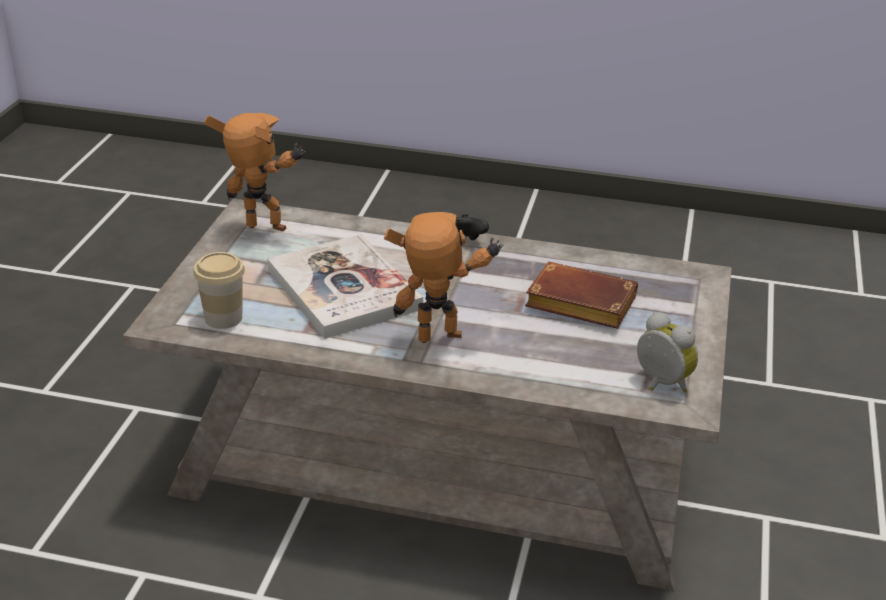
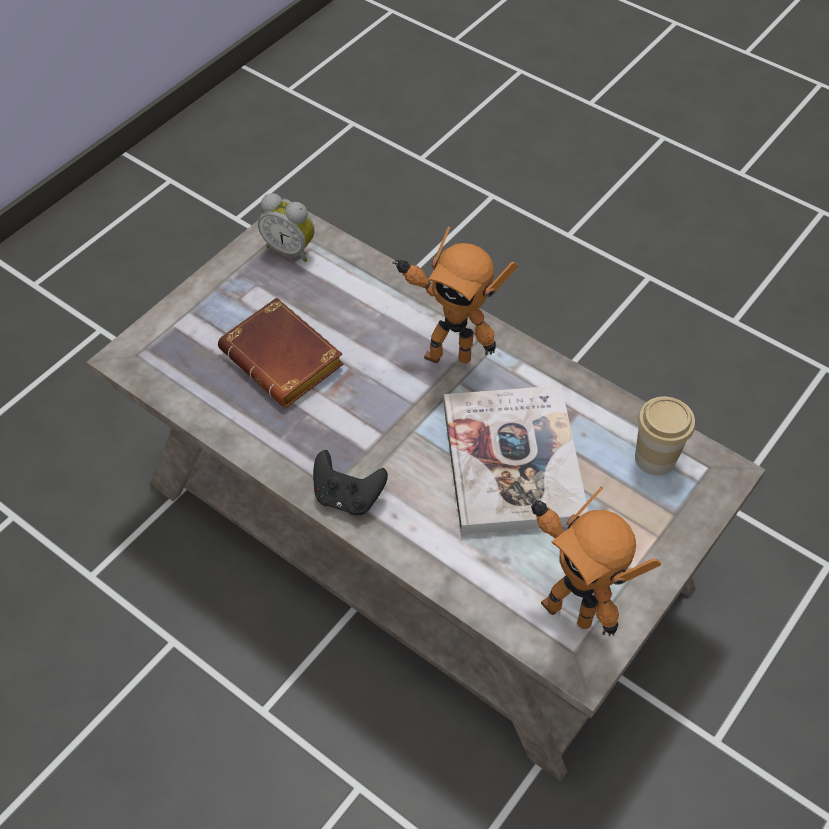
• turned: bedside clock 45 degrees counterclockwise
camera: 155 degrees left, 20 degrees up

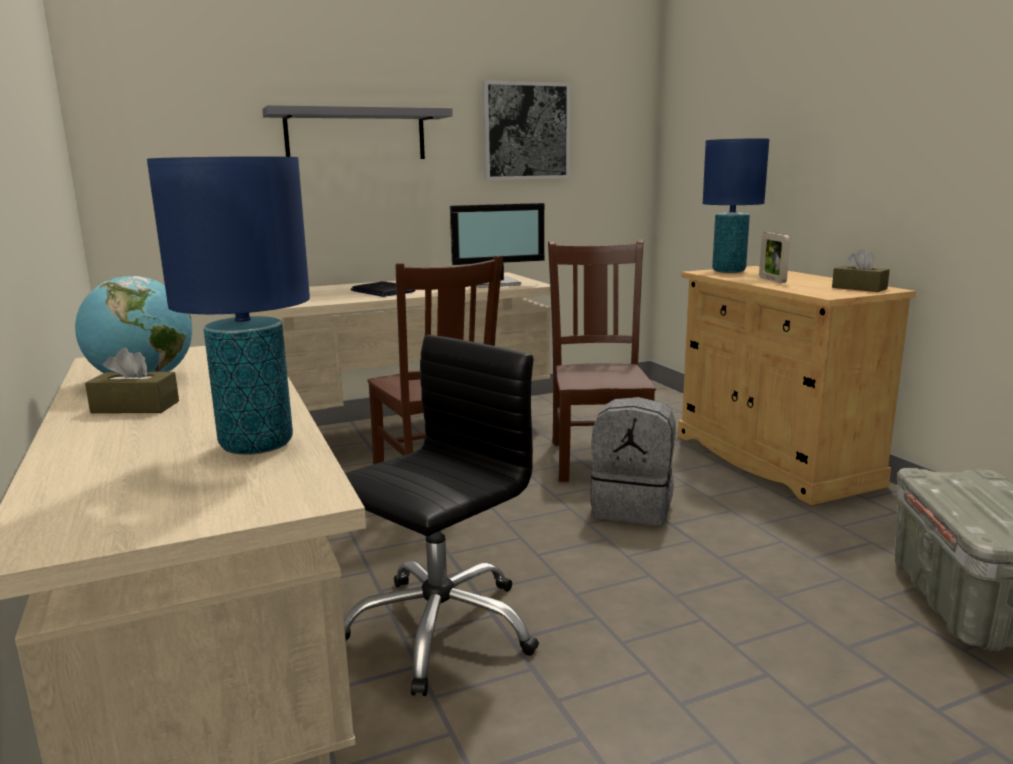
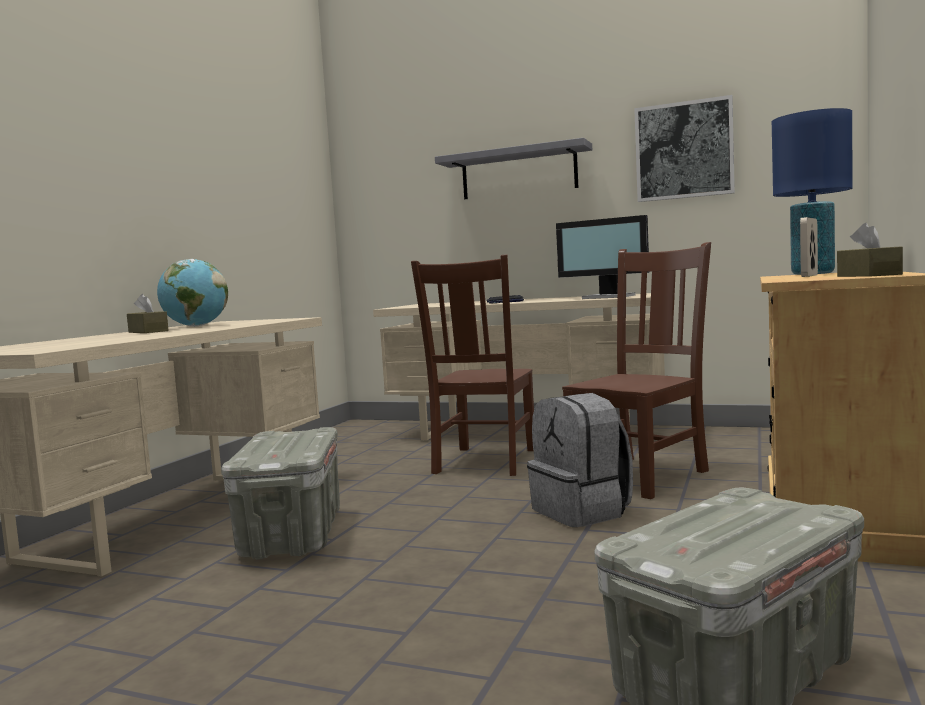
• replaced: blackish computer chair to gray storage bin (1st from left)
• removed: blue tabletop lamp (1st from left)
camera: 45 degrees right, 10 degrees down

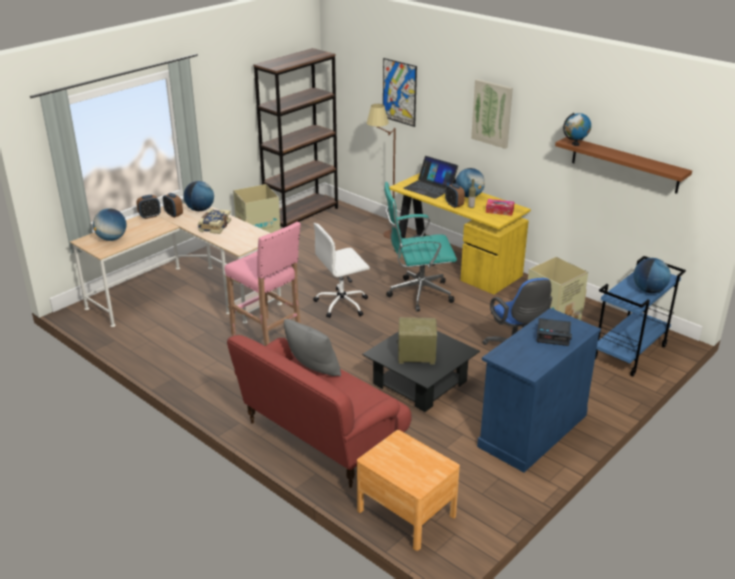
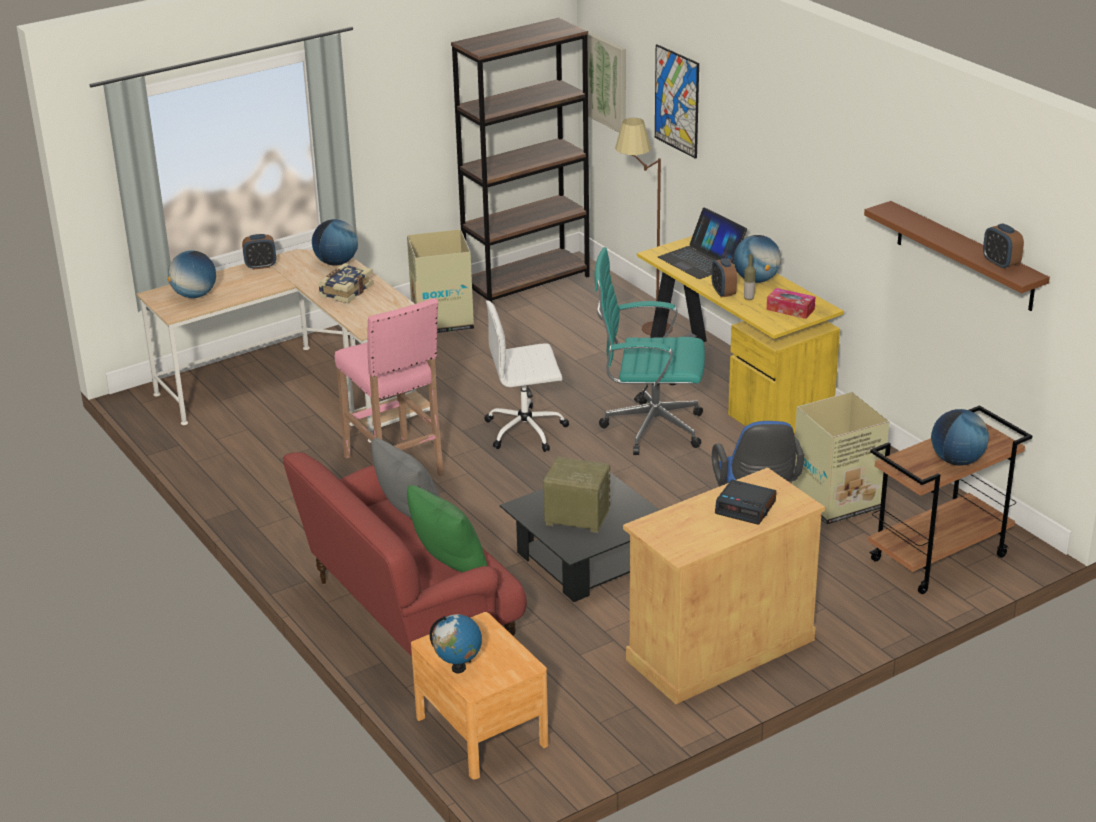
• added: green-coloured cushion
• moved: desk globe (4th from left in the first image) to desk globe (3rd from left)
• moved: picture (2nd from left in the first image) to picture (1st from left)
• recoloured: blue cupboard to beige-coloured cupboard
• recoloured: blue trolley to brown trolley
• moved: bedside clock (2nd from left in the first image) to bedside clock (4th from left)
camera: 15 degrees right, 0 degrees up

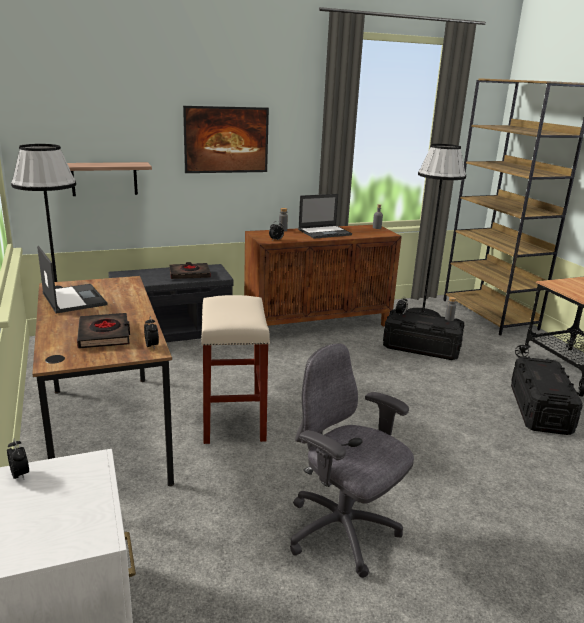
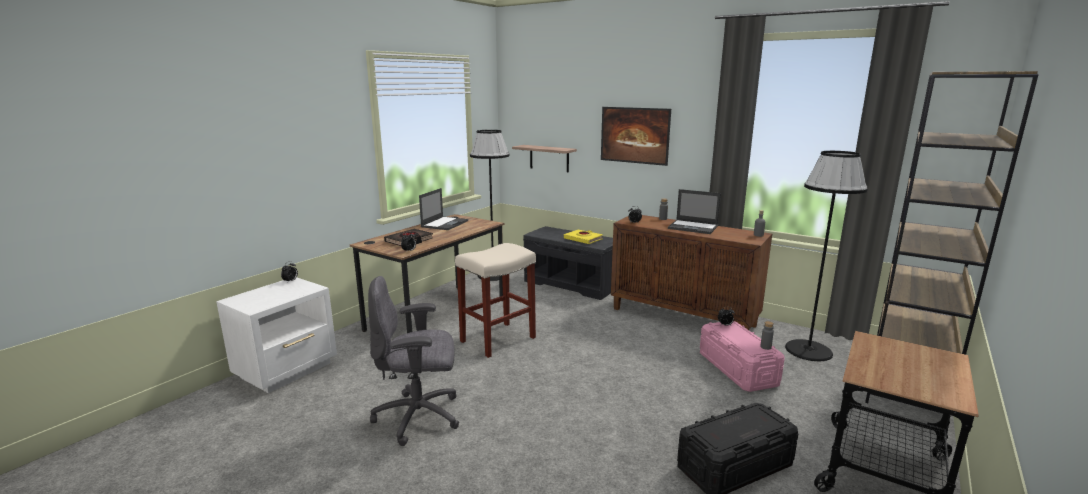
• turned: gray computer chair 105 degrees counterclockwise
• recoloured: blackish volume (2nd from left) to yellow-coloured volume
• recoloured: blackish storage bin (1st from left) to pink-coloured storage bin
camera: 55 degrees right, 5 degrees down

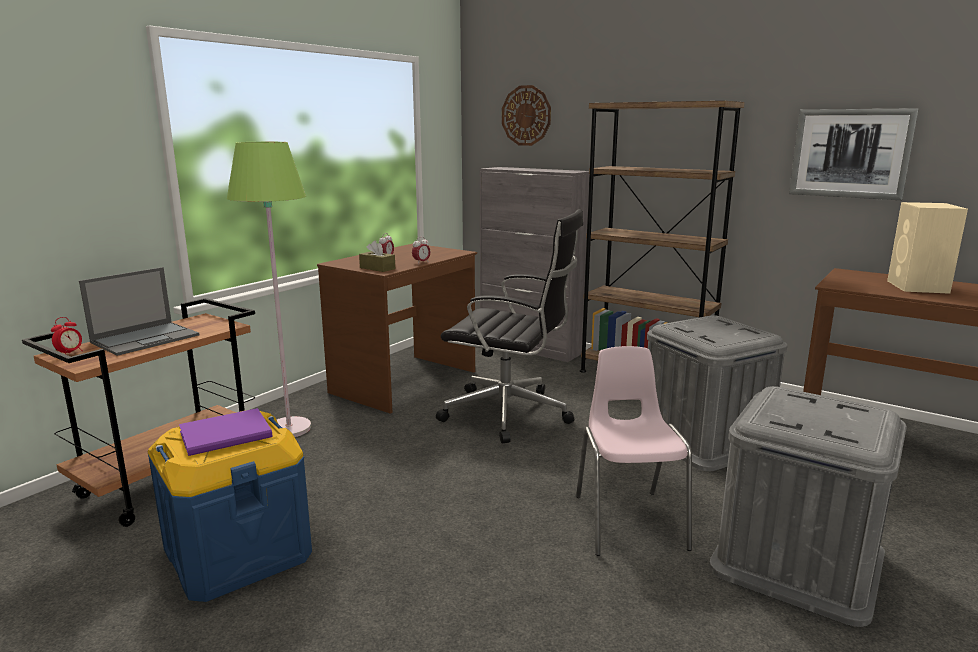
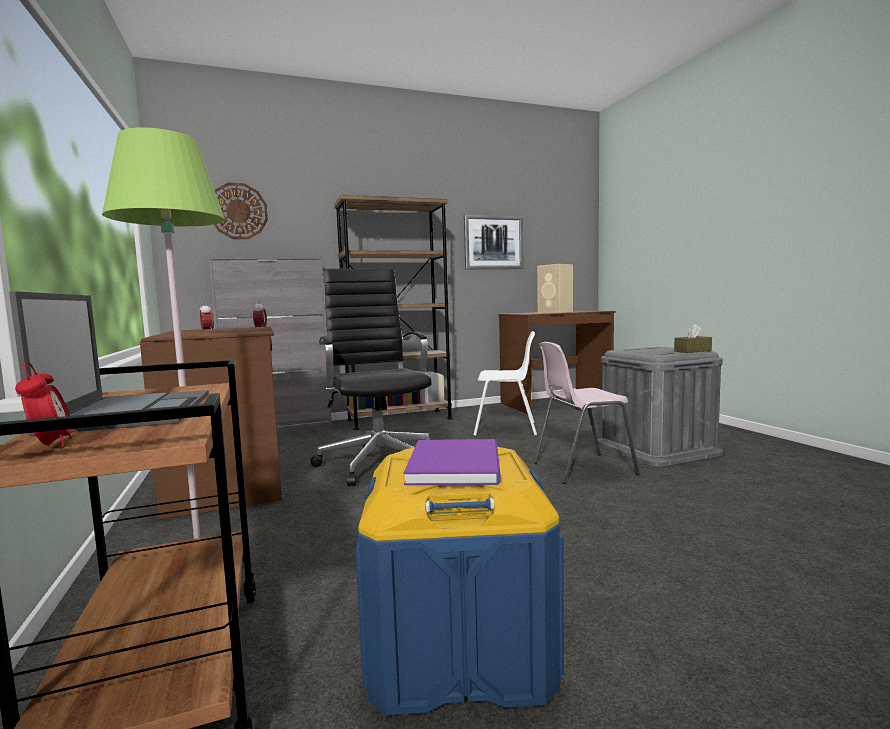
• turned: blackish computer chair 75 degrees counterclockwise
• replaced: gray storage bin (1st from left) to white plain chair
• turned: pink-coloured plain chair 45 degrees counterclockwise
• moved: brown tissue box
camera: 55 degrees left, 10 degrees down

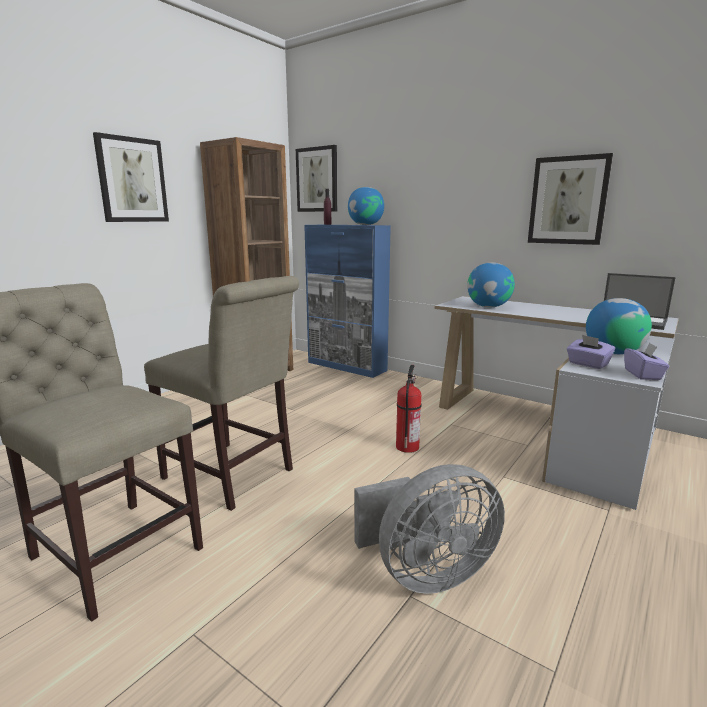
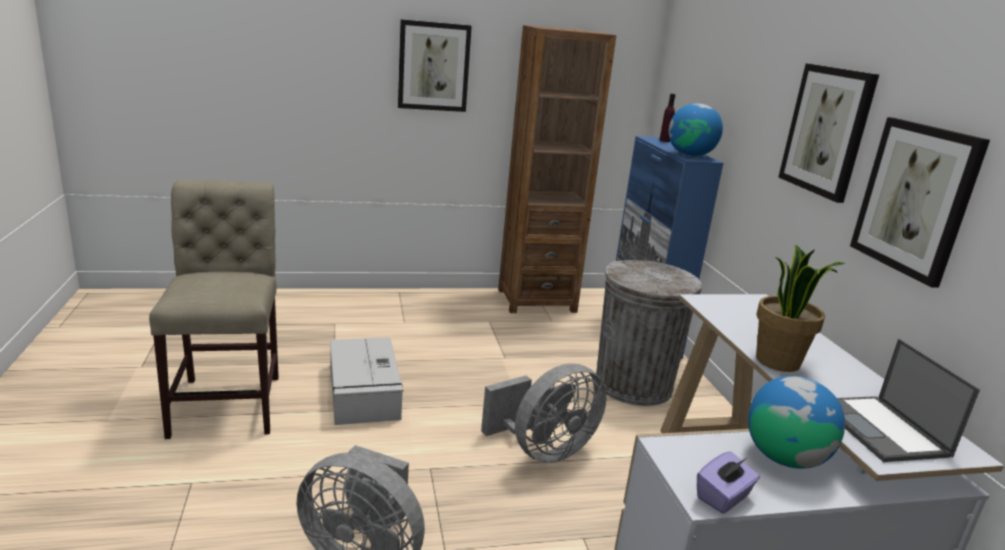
• replaced: beige-coloured plain chair (2nd from left) to gray storage bin
• replaced: fire extinguisher to gray electric fan (2nd from left)
• added: gray trash can
• added: potted plant
• moved: picture (2nd from left)
• removed: desk globe (2nd from left)
• removed: purple tissue box (1st from left)
camera: 40 degrees right, 5 degrees up

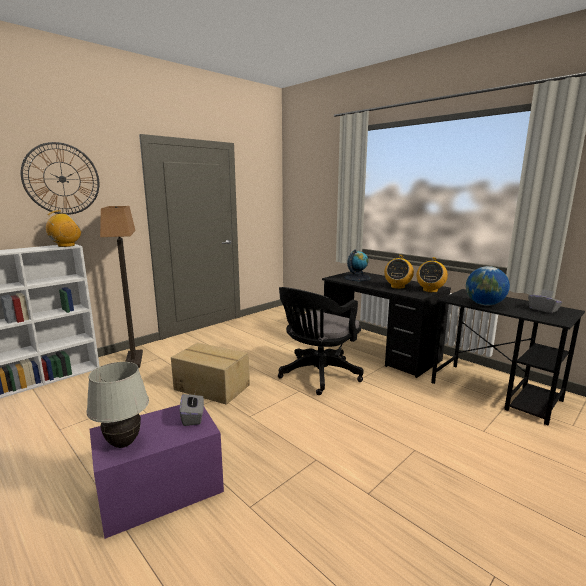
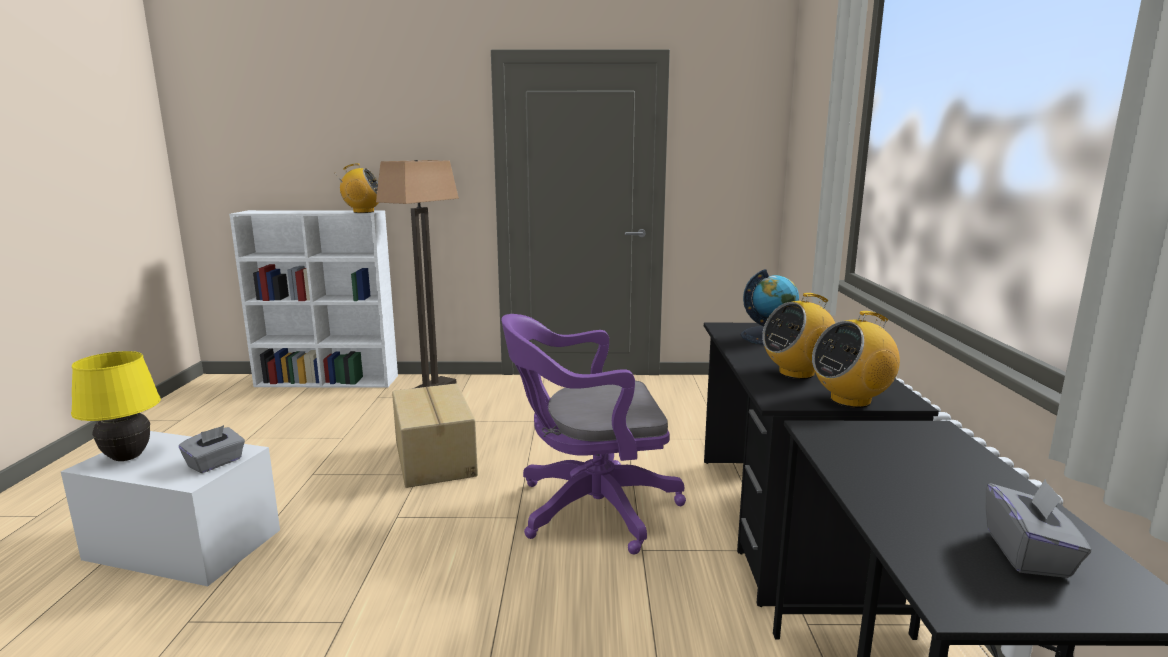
• recoloured: purple storage bin to white storage bin
• recoloured: white tabletop lamp to yellow-coloured tabletop lamp
• recoloured: blackish computer chair to purple computer chair
• removed: wall clock
• removed: desk globe (2nd from left)
camera: 45 degrees right, 0 degrees up

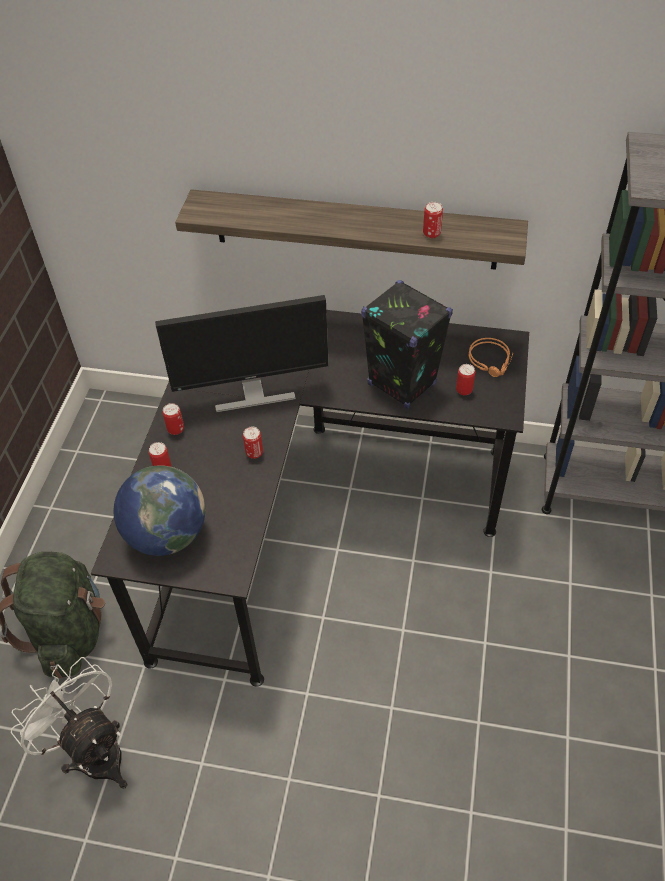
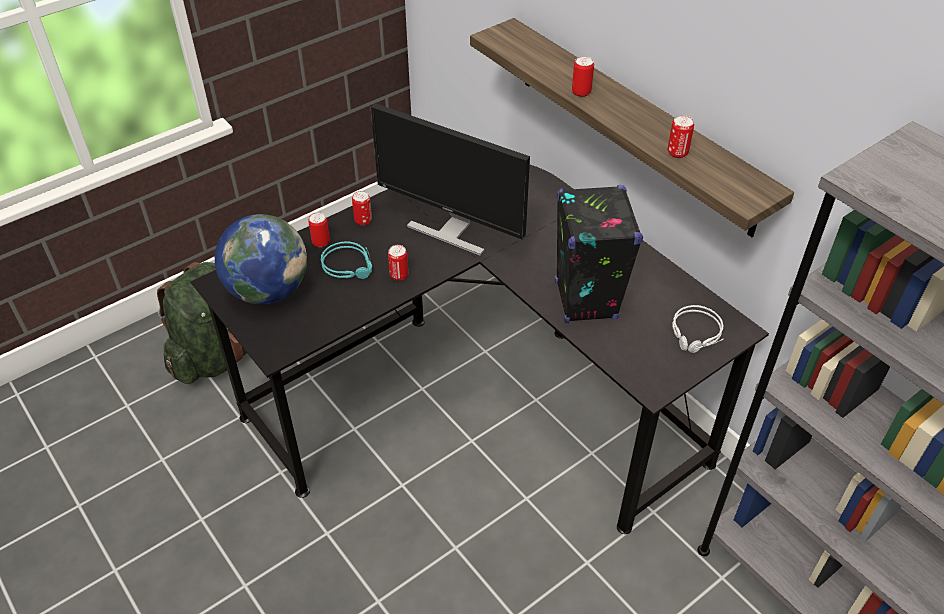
• added: blue-green headphones
• moved: metal can (5th from left in the first image) to metal can (4th from left)
• recoloured: orangey headphones to gray headphones
• removed: white electric fan
camera: 40 degrees right, 5 degrees down

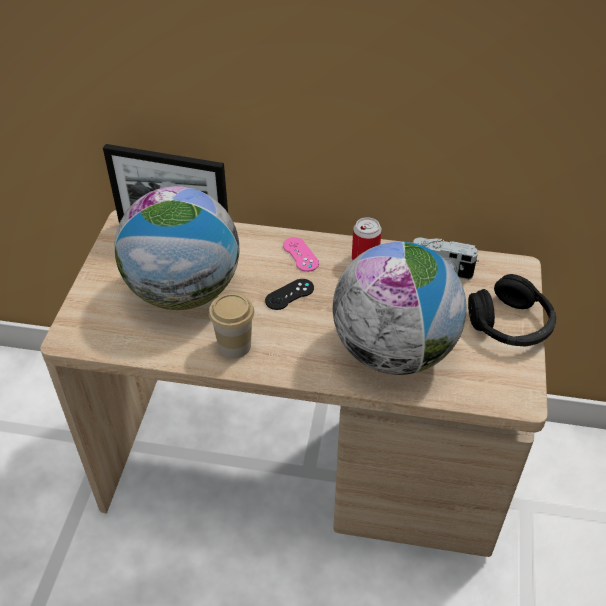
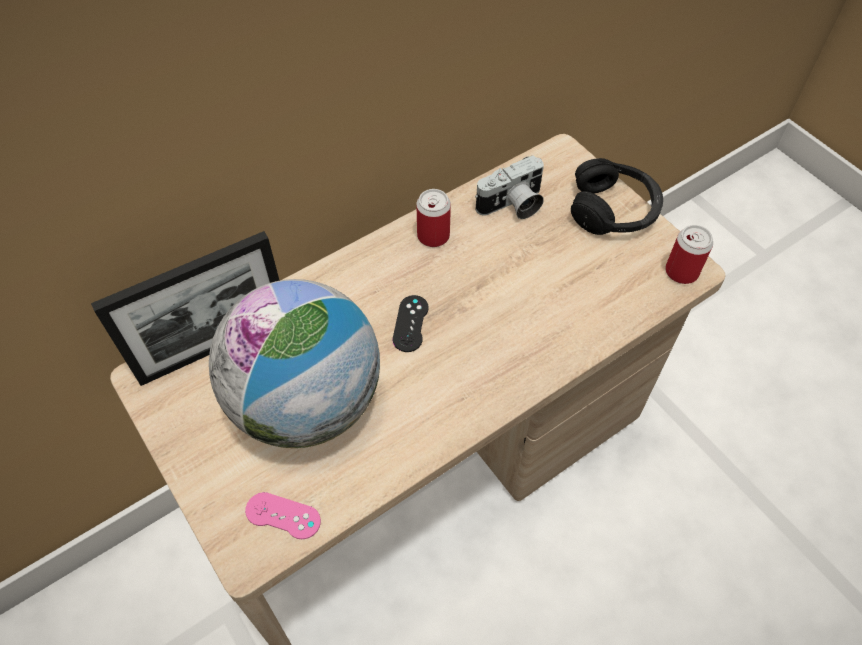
• moved: pink-coloured joypad
• added: metal can (2nd from left)
• removed: cup
• removed: desk globe (2nd from left)
camera: 45 degrees left, 10 degrees up

